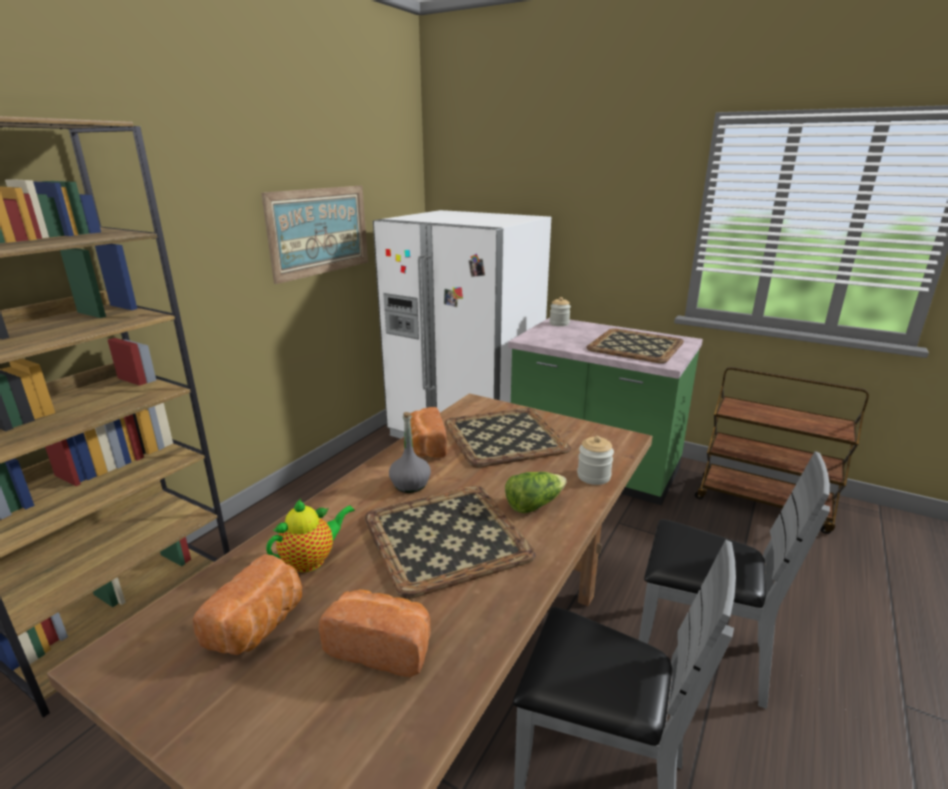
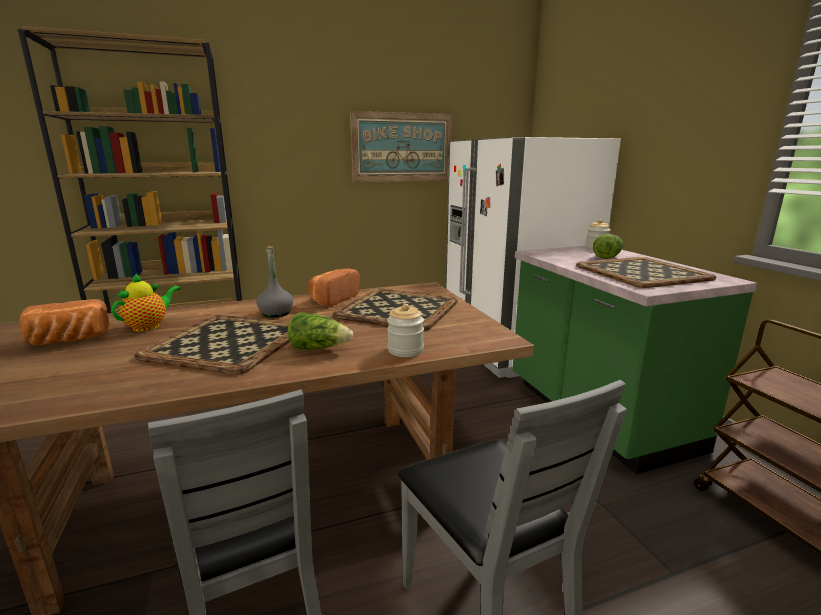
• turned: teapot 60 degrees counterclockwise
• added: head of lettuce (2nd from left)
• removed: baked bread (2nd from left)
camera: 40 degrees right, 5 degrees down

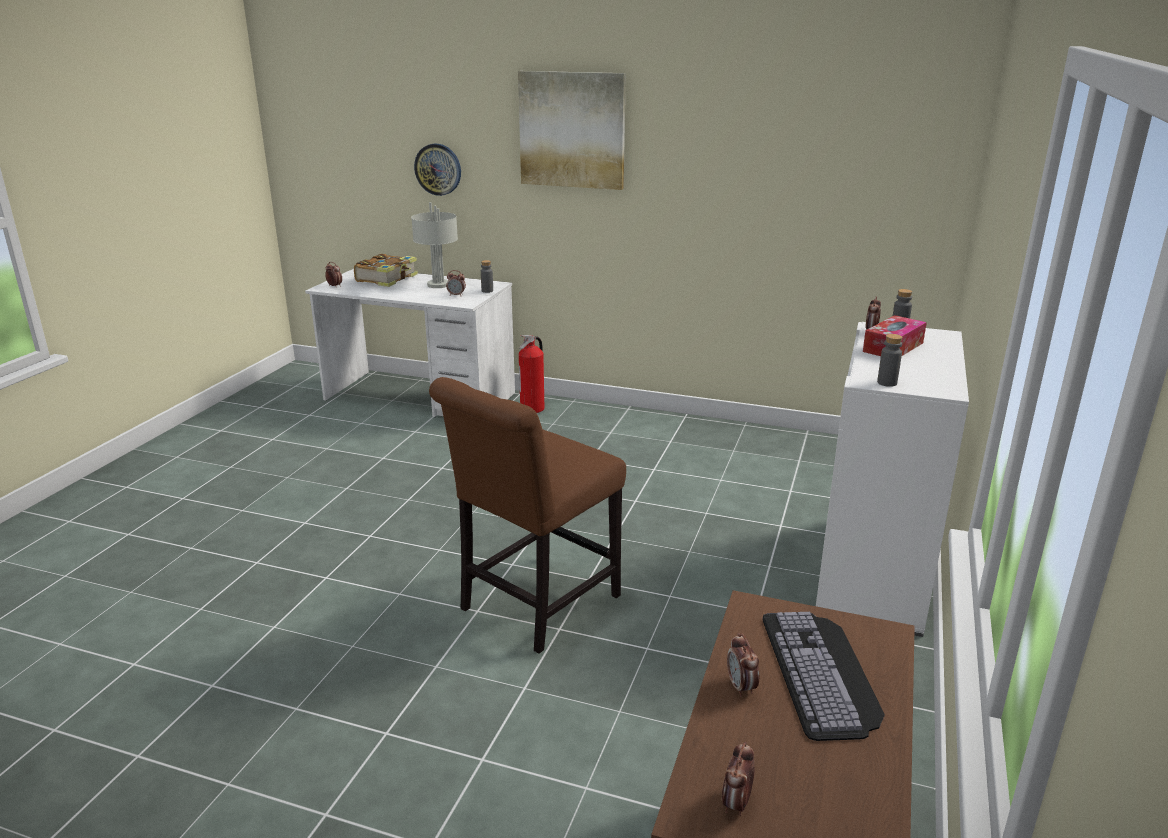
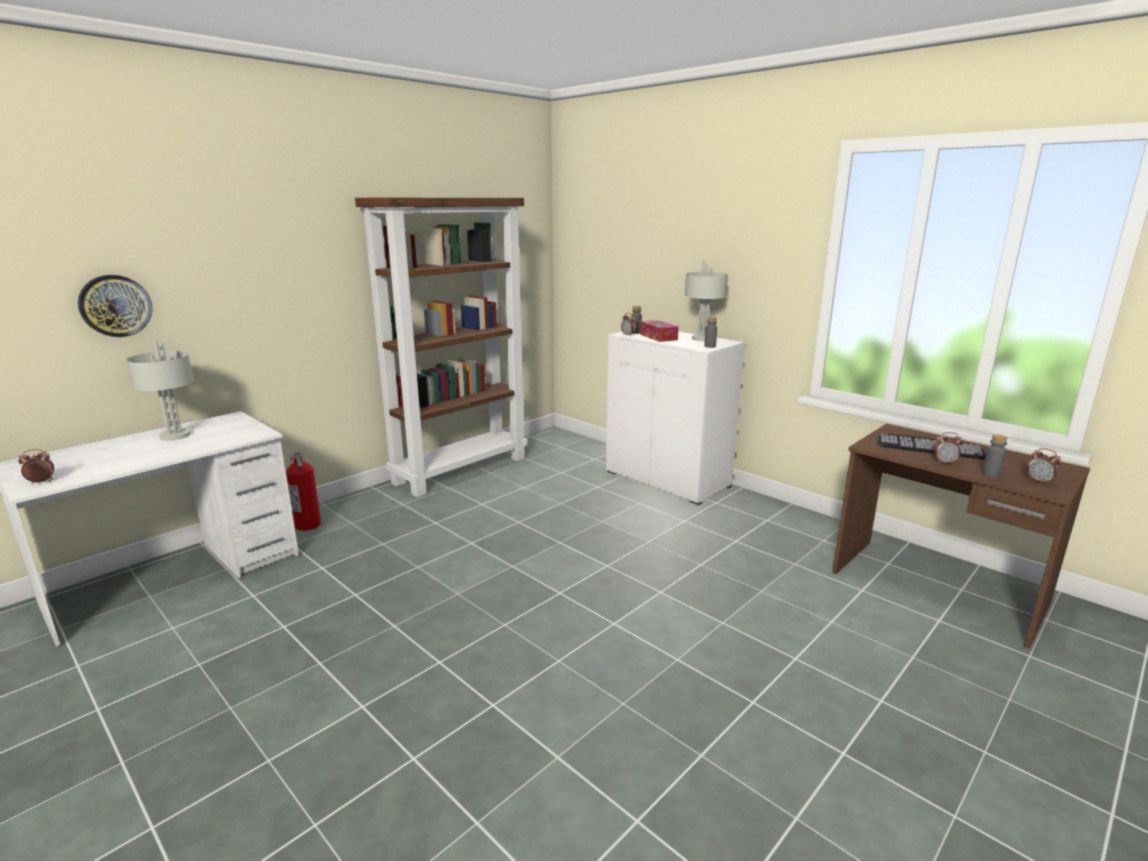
• added: brown bookshelf
• added: gray tabletop lamp (2nd from left)
• moved: gray bottle (1st from left in the first image) to gray bottle (3rd from left)
• removed: volume
• removed: brown plain chair
• removed: bedside clock (2nd from left)
• removed: picture
camera: 65 degrees left, 5 degrees down

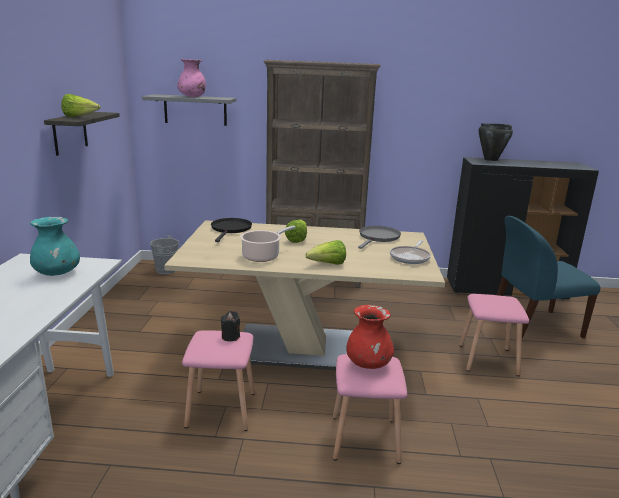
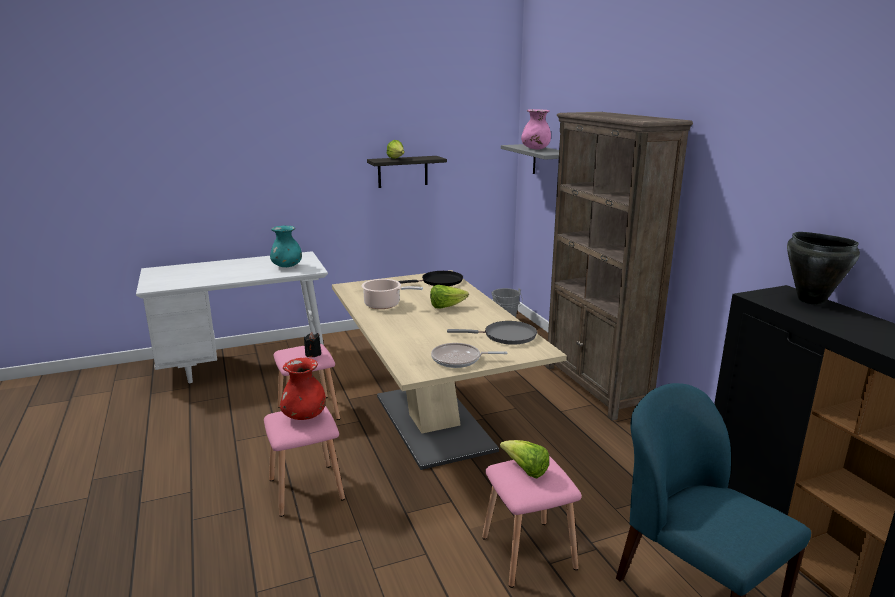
• moved: head of lettuce (3rd from left)
camera: 65 degrees right, 0 degrees up

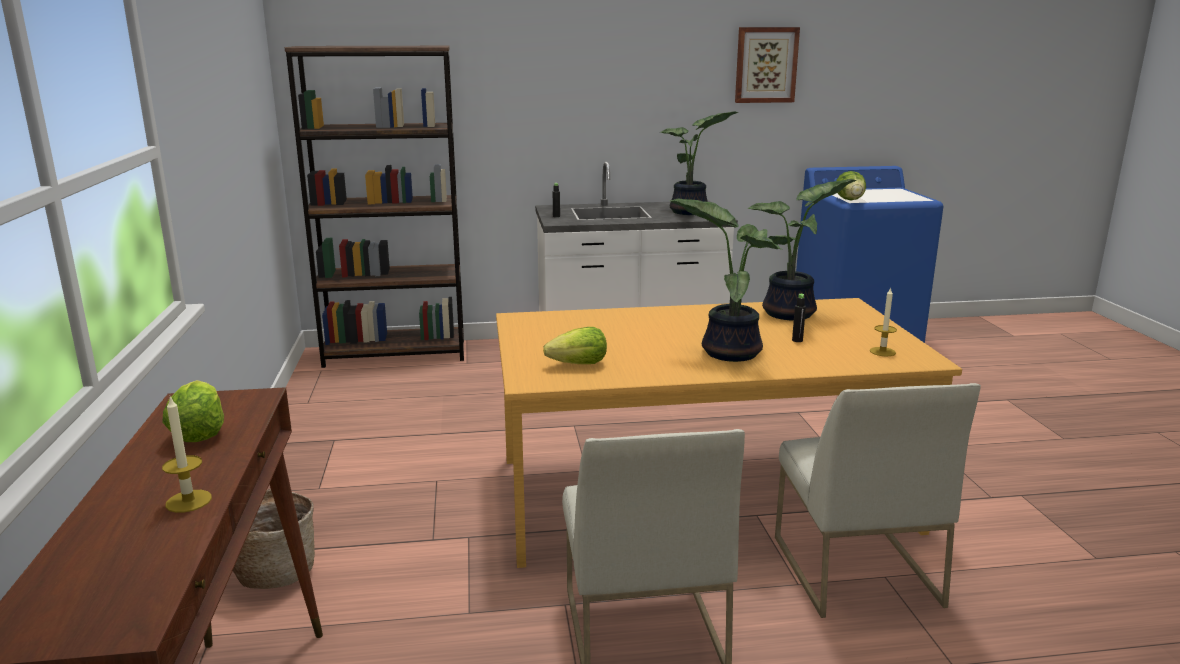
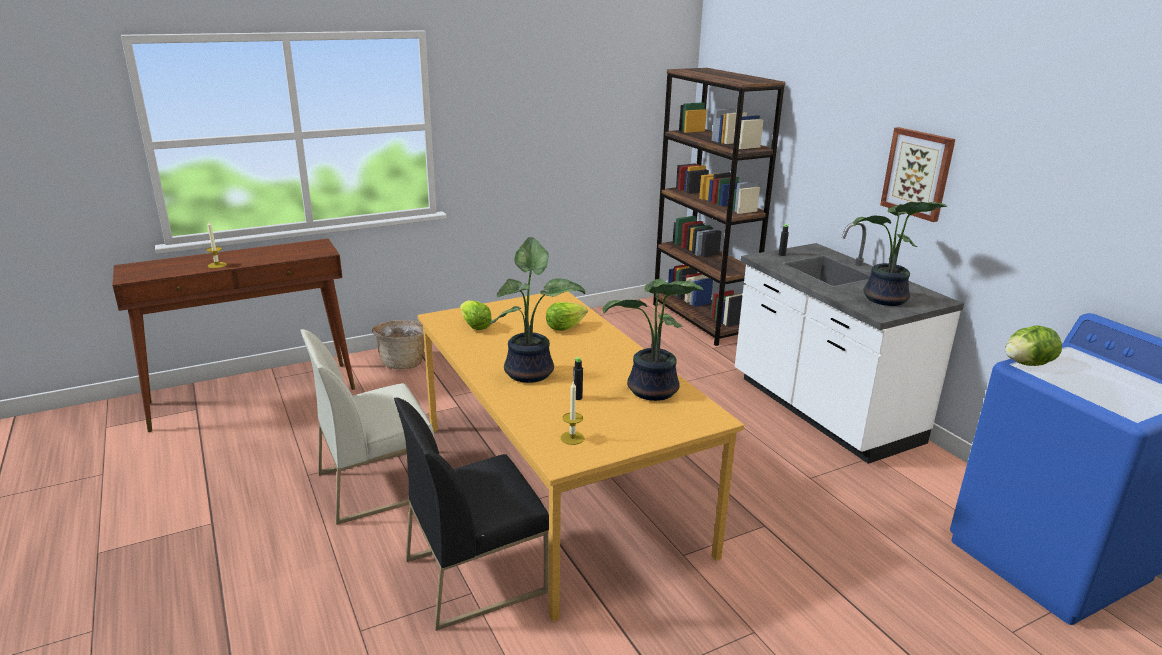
• recoloured: white plain chair (2nd from left) to blackish plain chair
• moved: head of lettuce (1st from left in the first image) to head of lettuce (2nd from left)
• moved: picture
camera: 70 degrees right, 5 degrees up

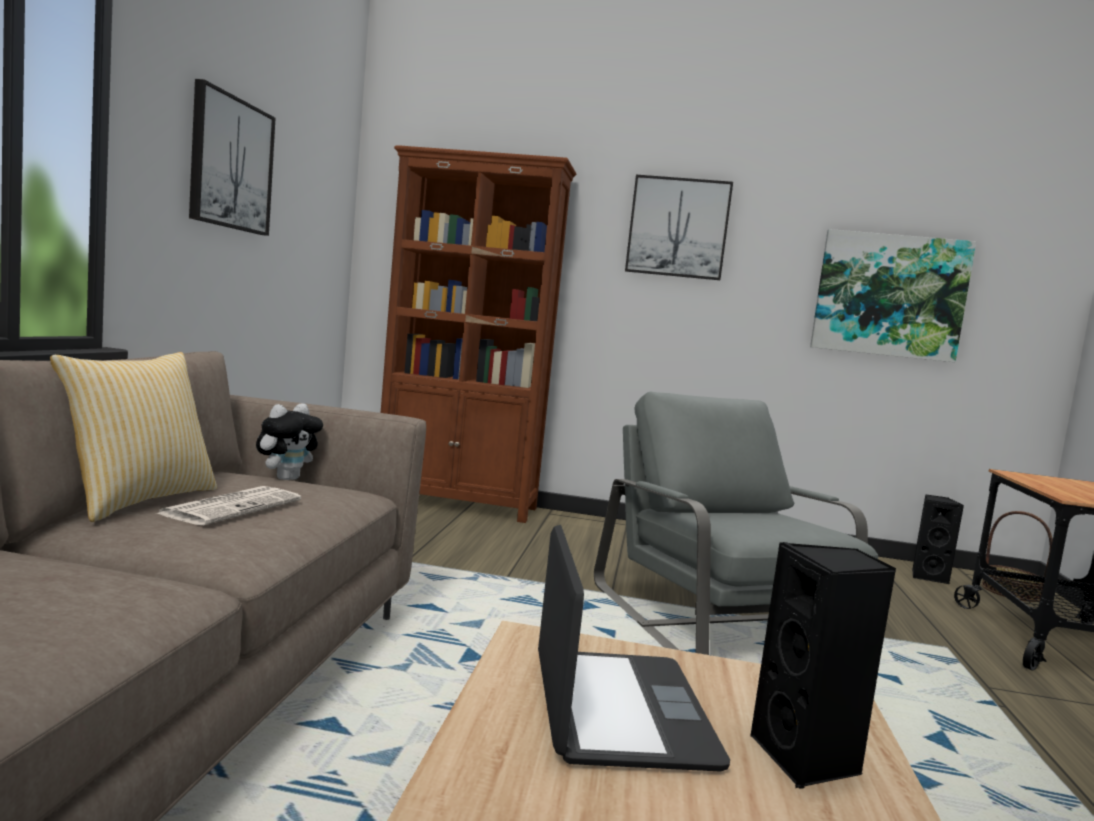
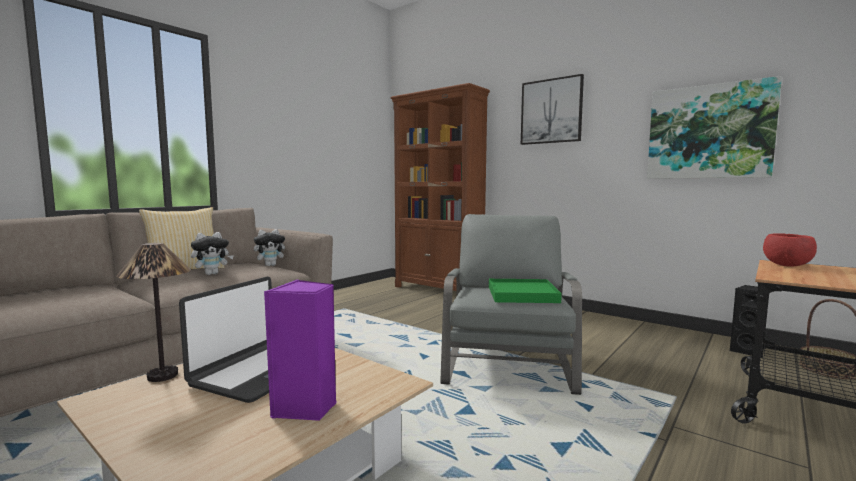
• added: tabletop lamp
• replaced: printed paper to cuddly toy (1st from left)
• recoloured: blackish loudspeaker (1st from left) to purple loudspeaker
• added: green-coloured tray
• added: red deep dish
• removed: picture (1st from left)
camera: 30 degrees right, 0 degrees up

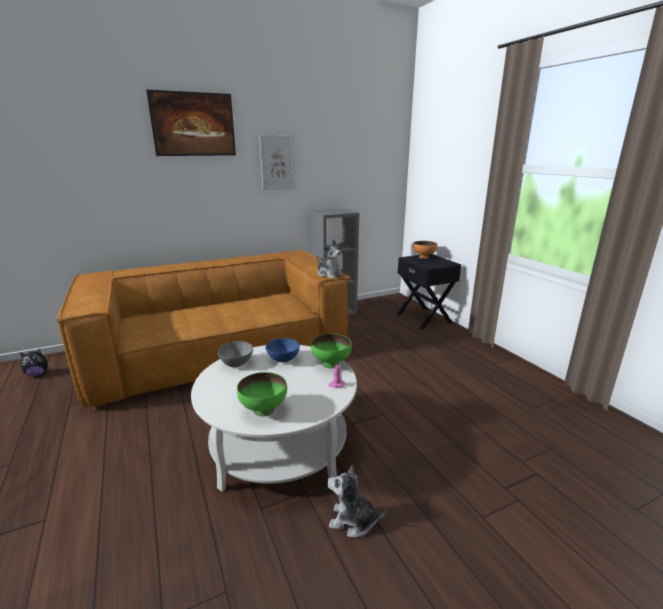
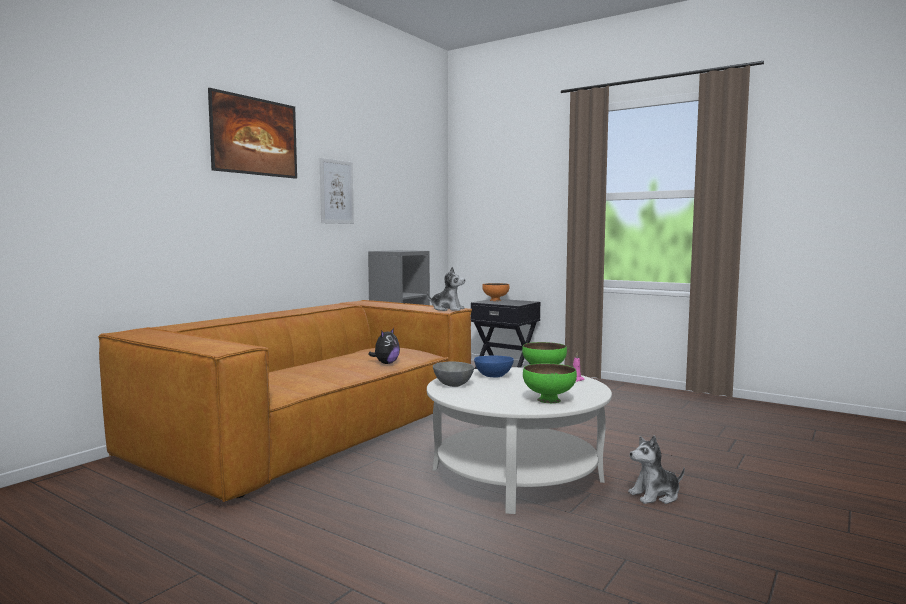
• moved: cuddly toy (1st from left)
camera: 30 degrees left, 15 degrees down

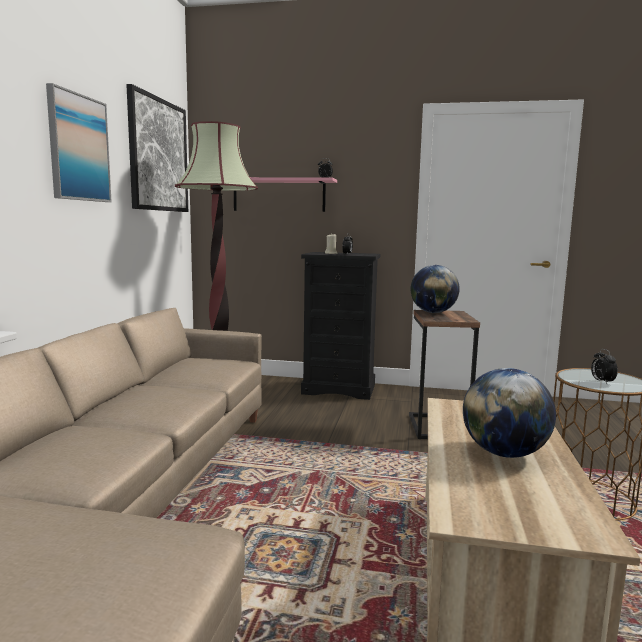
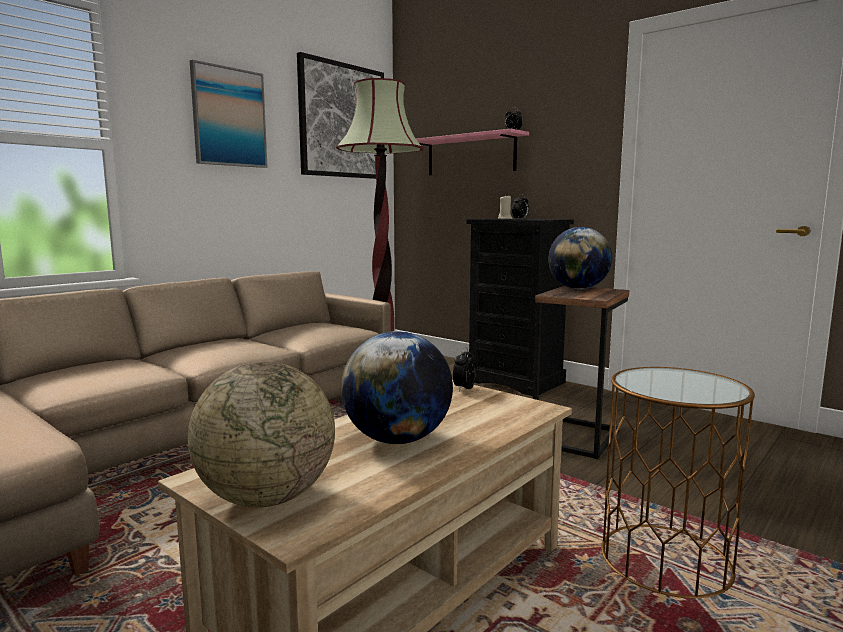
• added: desk globe (1st from left)
• moved: bedside clock (3rd from left in the first image) to bedside clock (1st from left)
camera: 30 degrees right, 0 degrees up

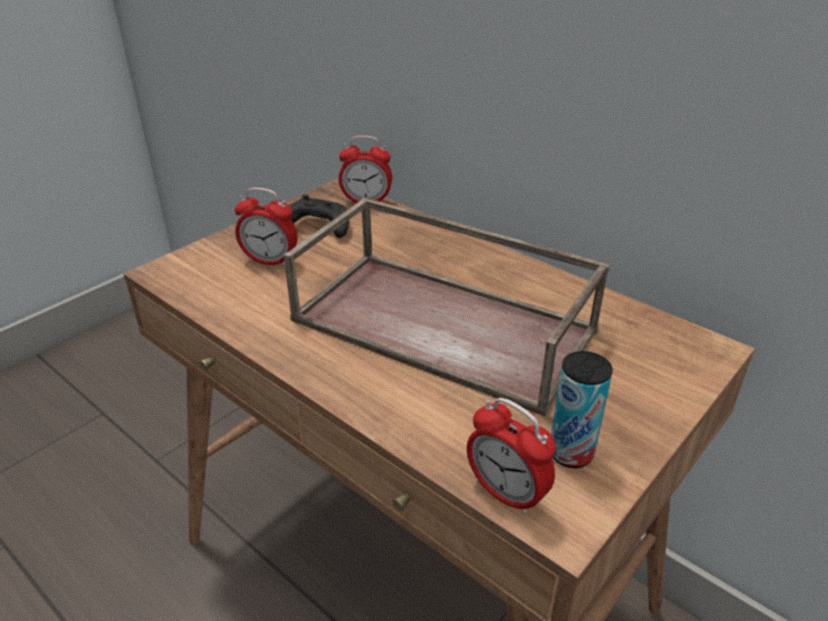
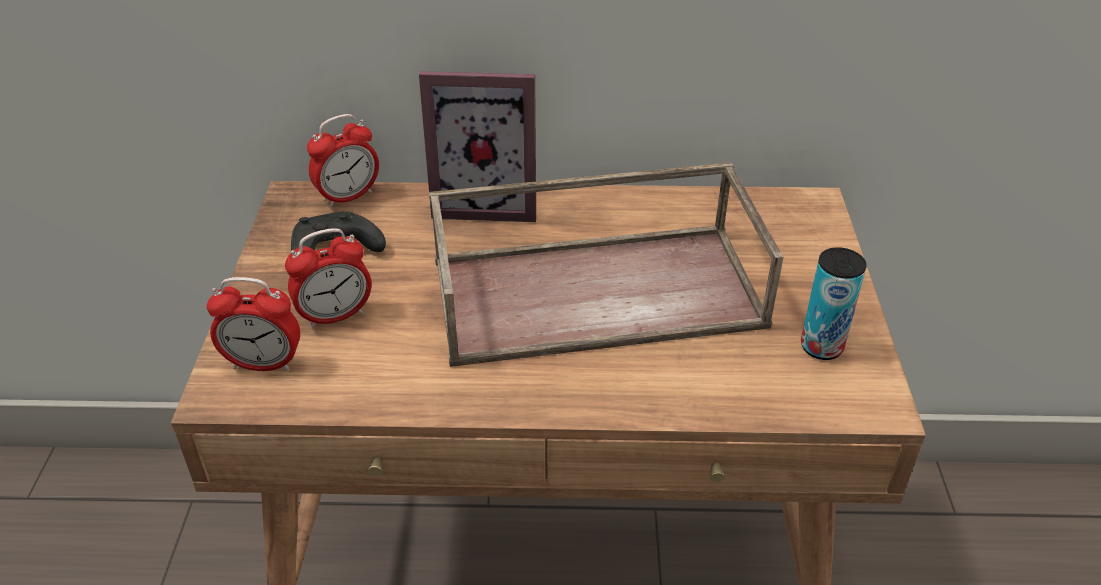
• moved: bedside clock (3rd from left in the first image) to bedside clock (1st from left)
• added: photo frame
camera: 40 degrees left, 5 degrees up

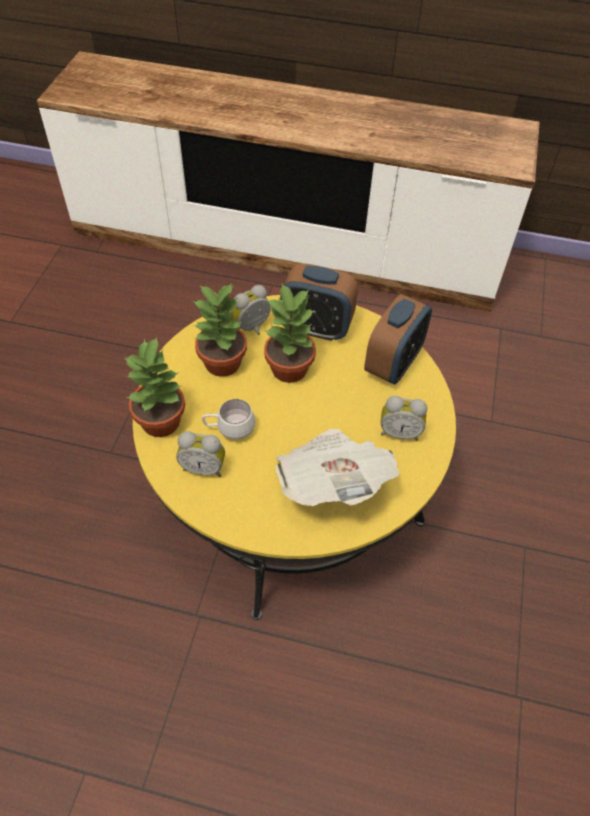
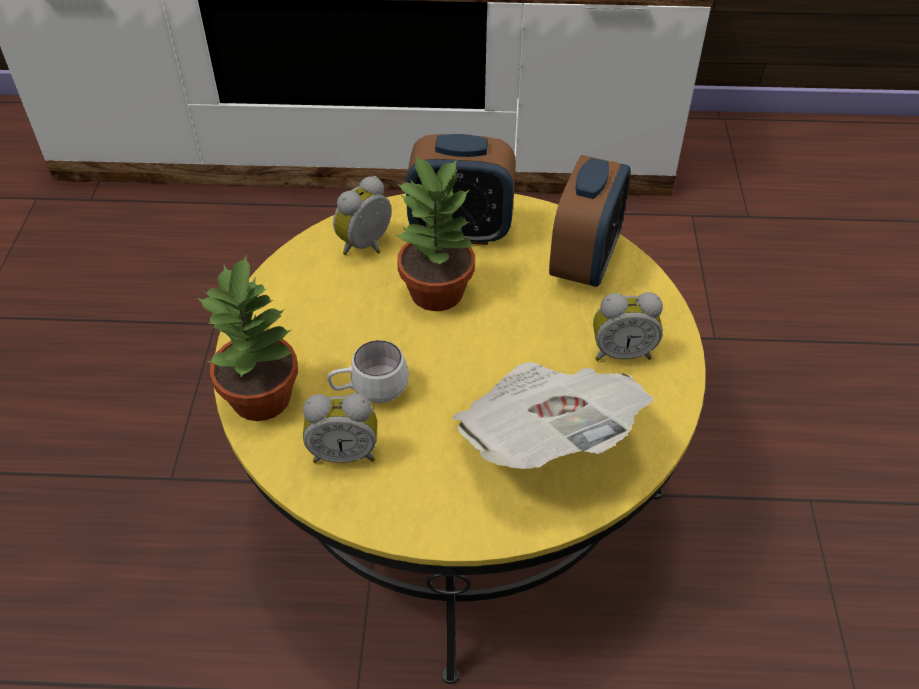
• removed: potted plant (2nd from left)
camera: 10 degrees left, 5 degrees down

